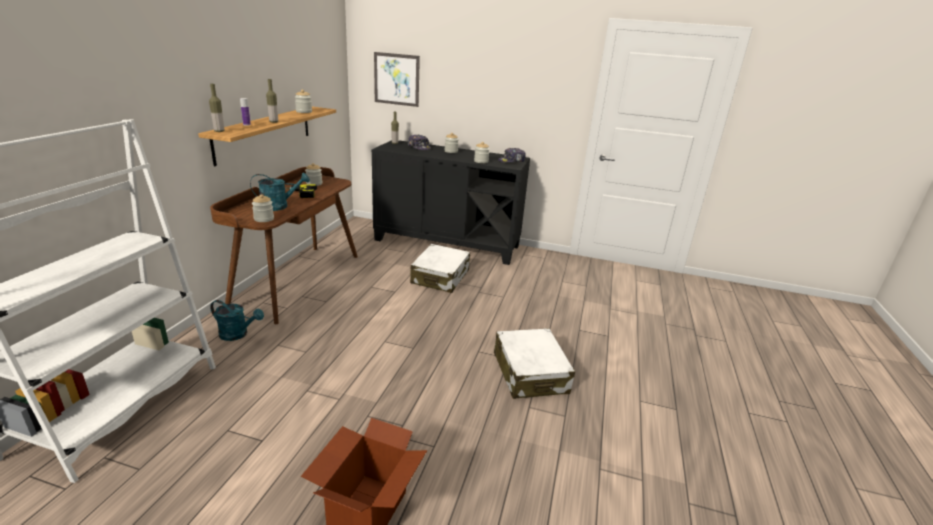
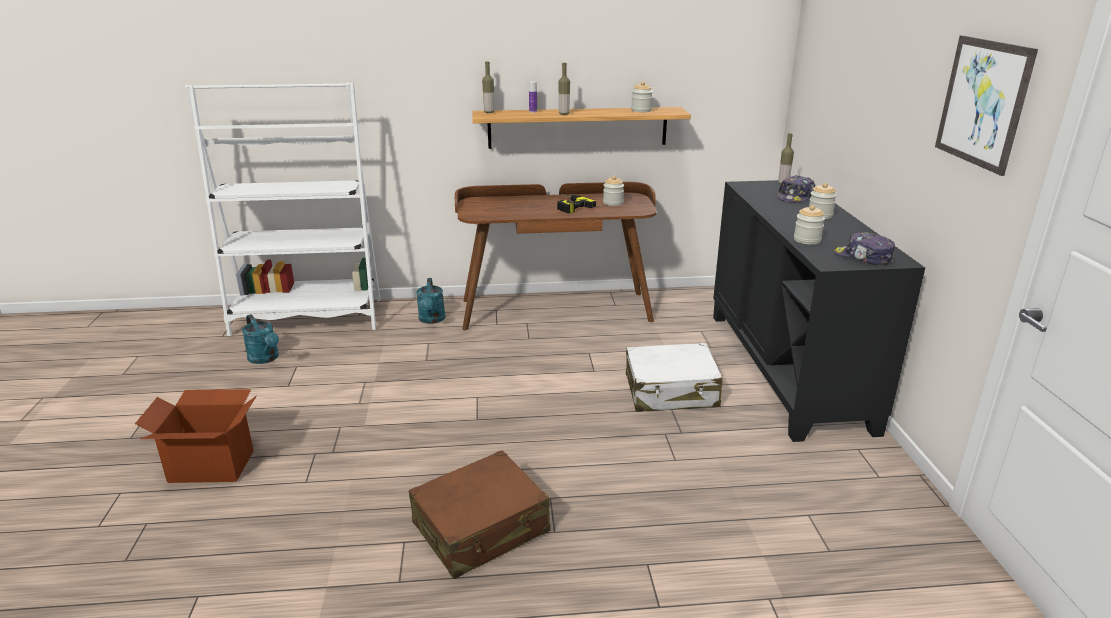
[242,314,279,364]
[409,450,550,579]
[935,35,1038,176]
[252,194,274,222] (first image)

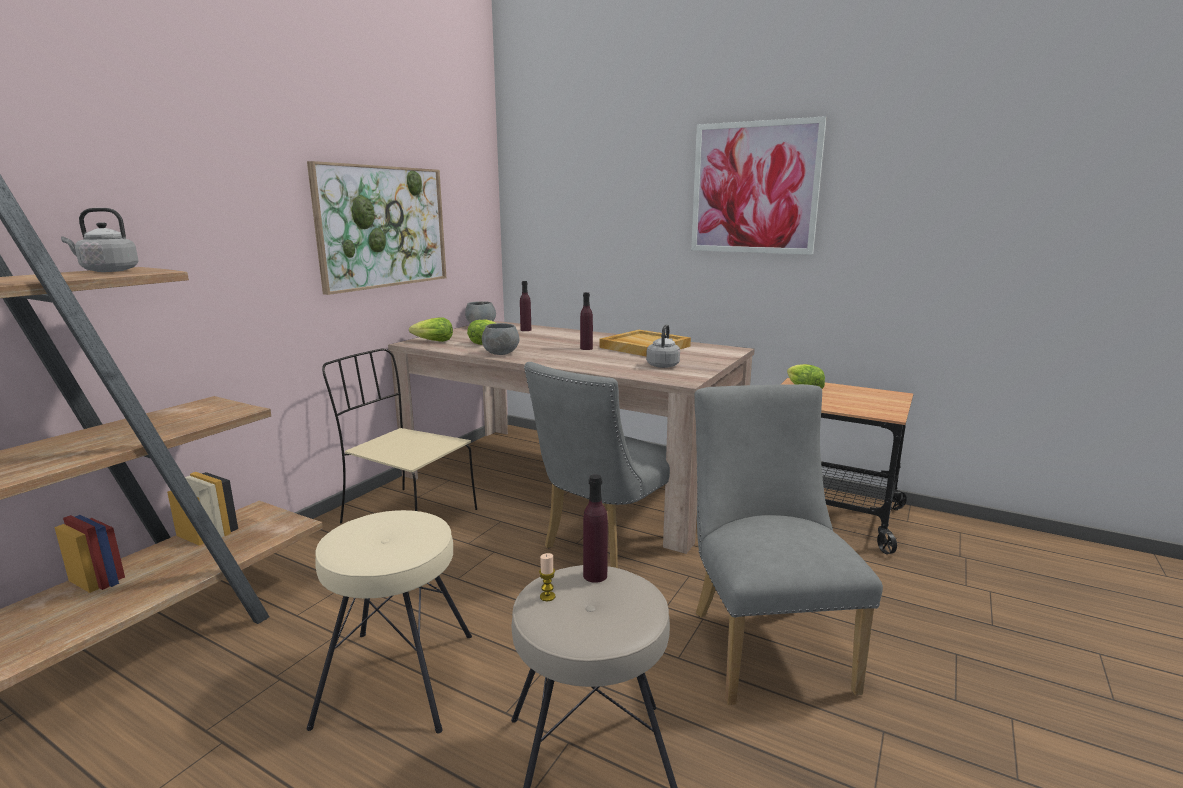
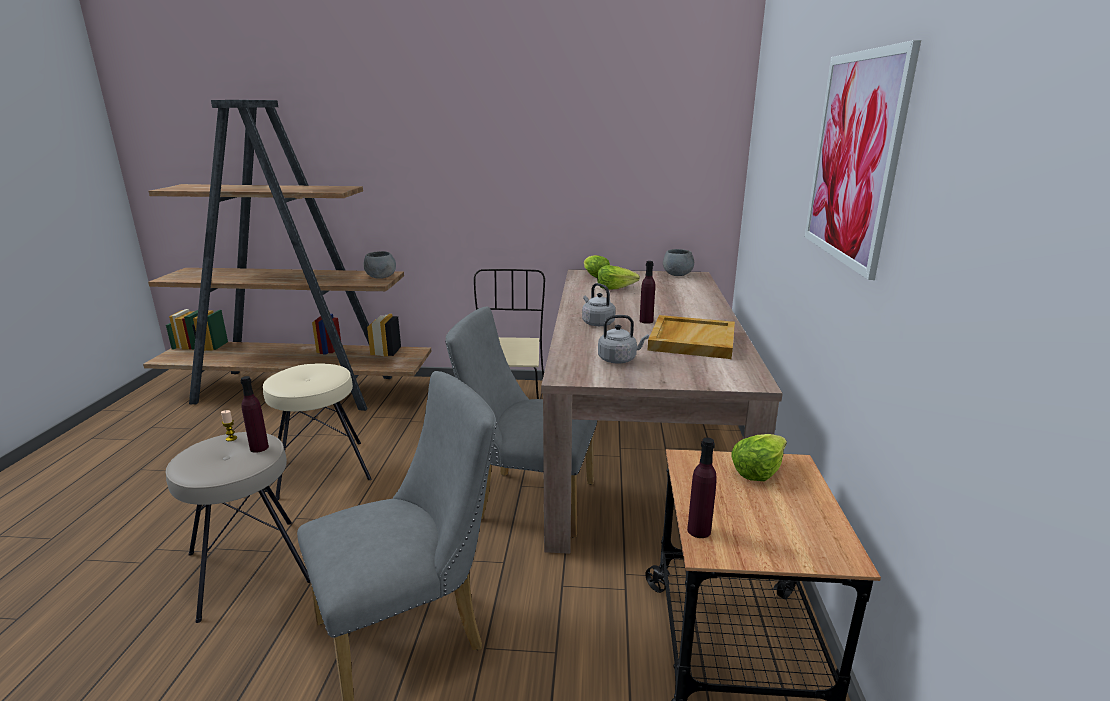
[363,251,396,279]
[582,283,616,326]
[687,437,717,538]
[307,161,446,295] (first image)

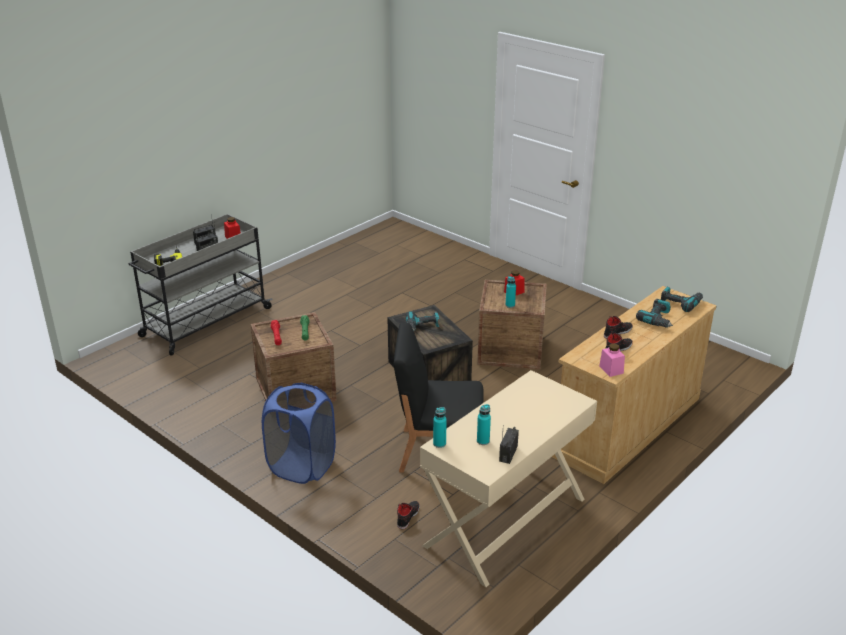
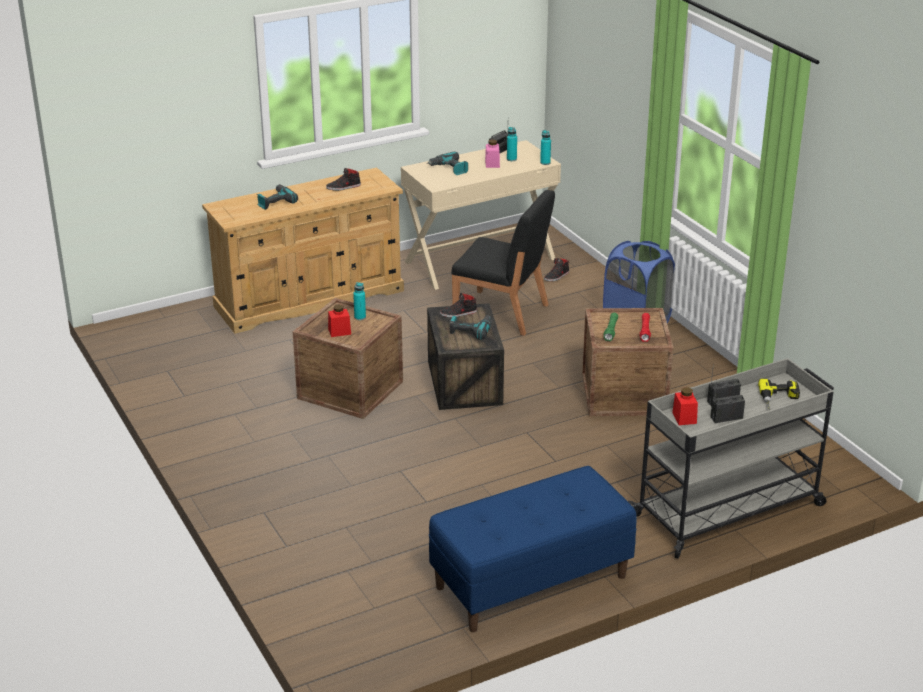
[427,151,468,175]
[429,466,637,632]
[440,293,477,318]
[485,139,500,168]

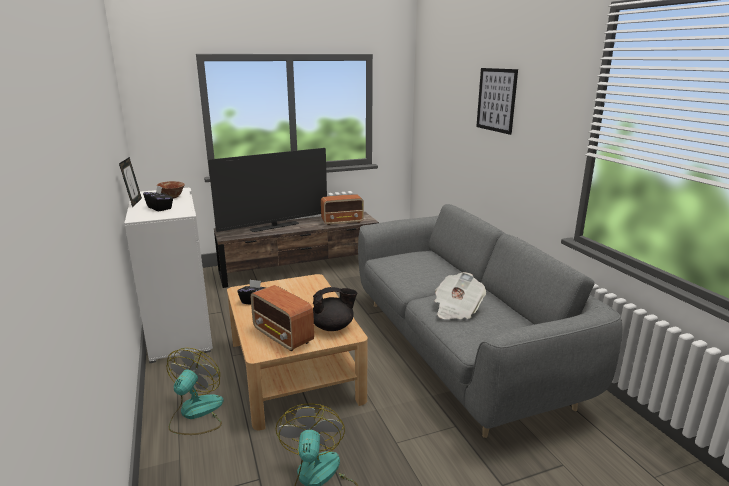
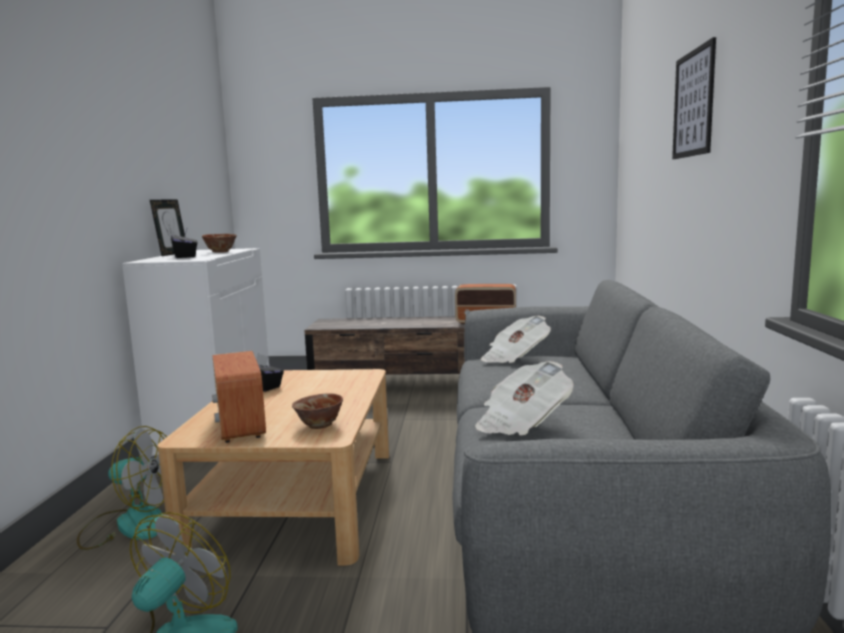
[77,426,167,550]
[292,393,343,429]
[481,316,551,363]
[208,148,327,232] (first image)

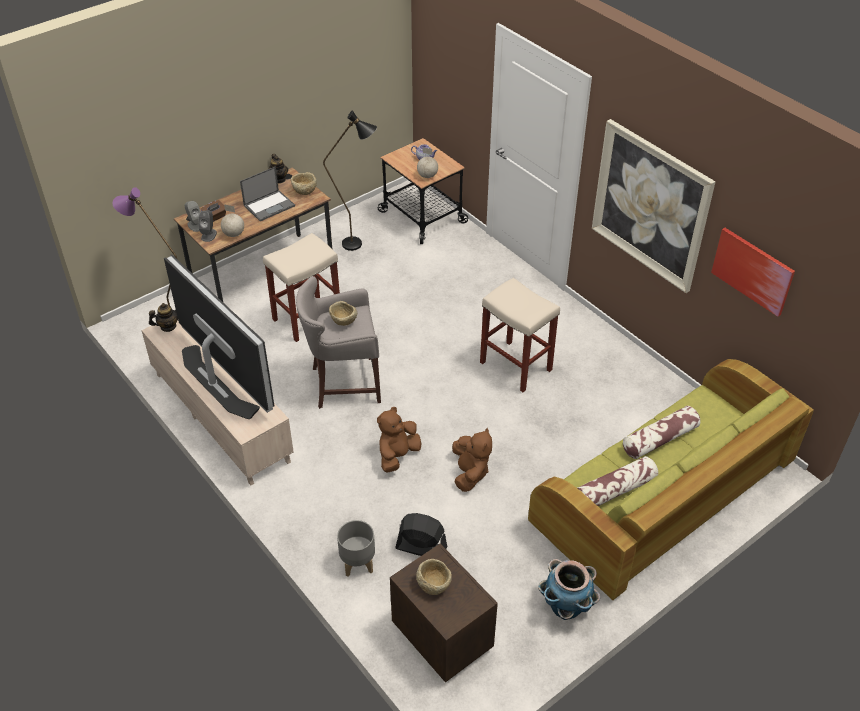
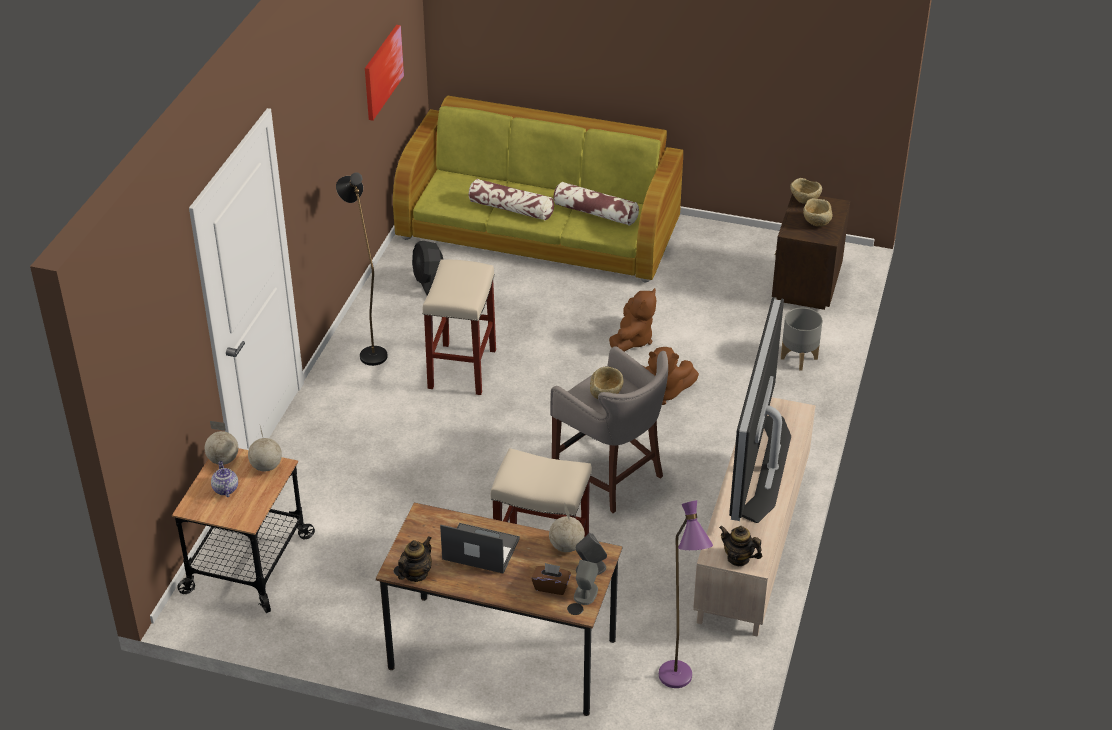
[205,421,238,465]
[336,172,388,366]
[412,241,443,295]
[609,288,656,352]
[790,178,822,204]
[538,559,600,620] (first image)
[592,119,716,293] (first image)

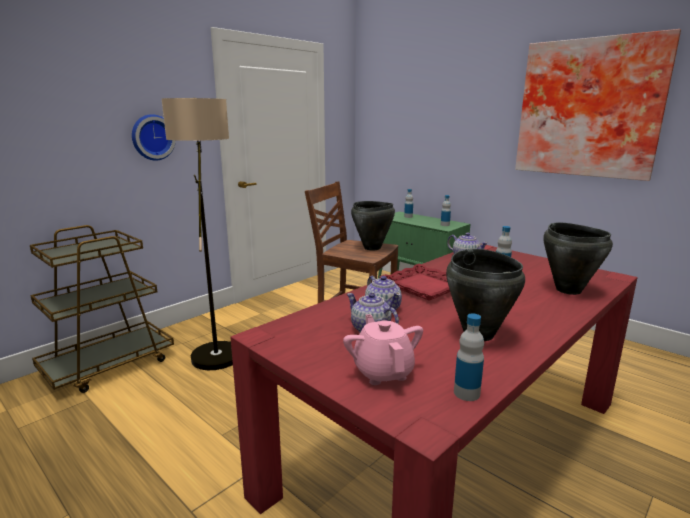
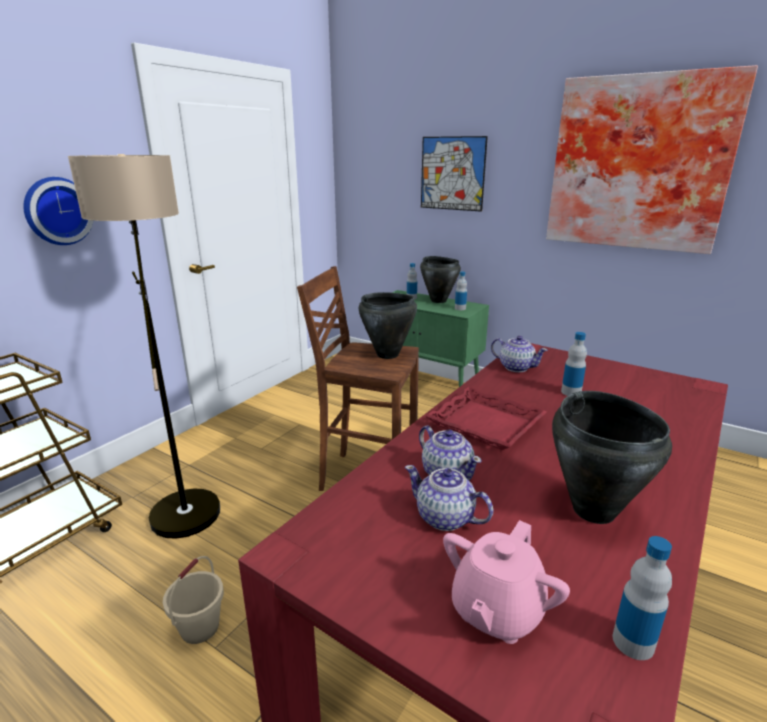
[163,556,224,644]
[420,256,461,303]
[421,136,488,212]
[443,520,570,644]

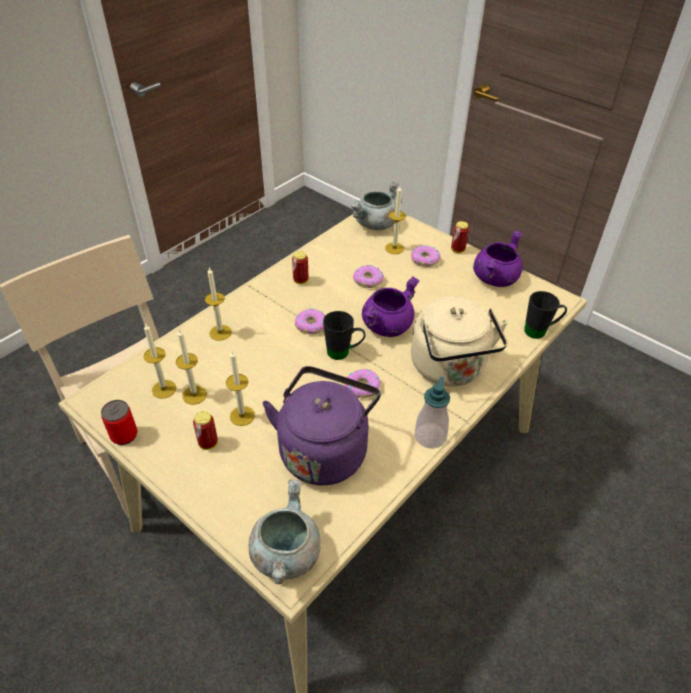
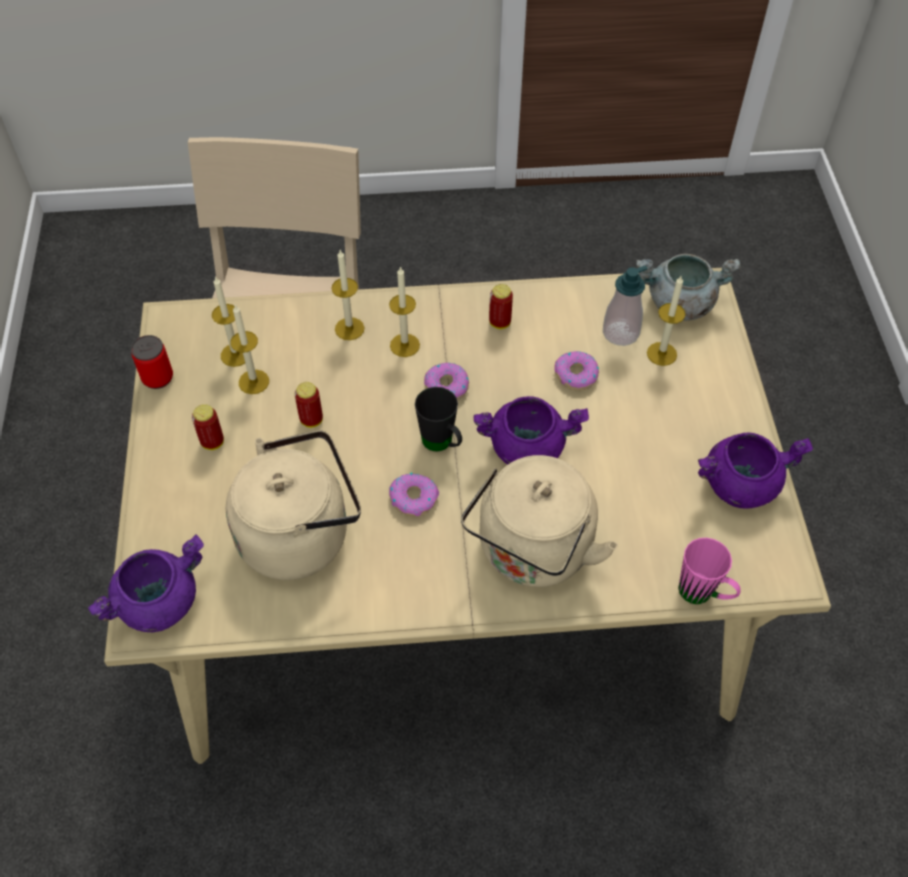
[88,534,204,632]
[225,430,361,580]
[295,382,323,428]
[389,266,420,357]
[603,266,647,346]
[678,538,741,604]
[411,245,440,267] (first image)

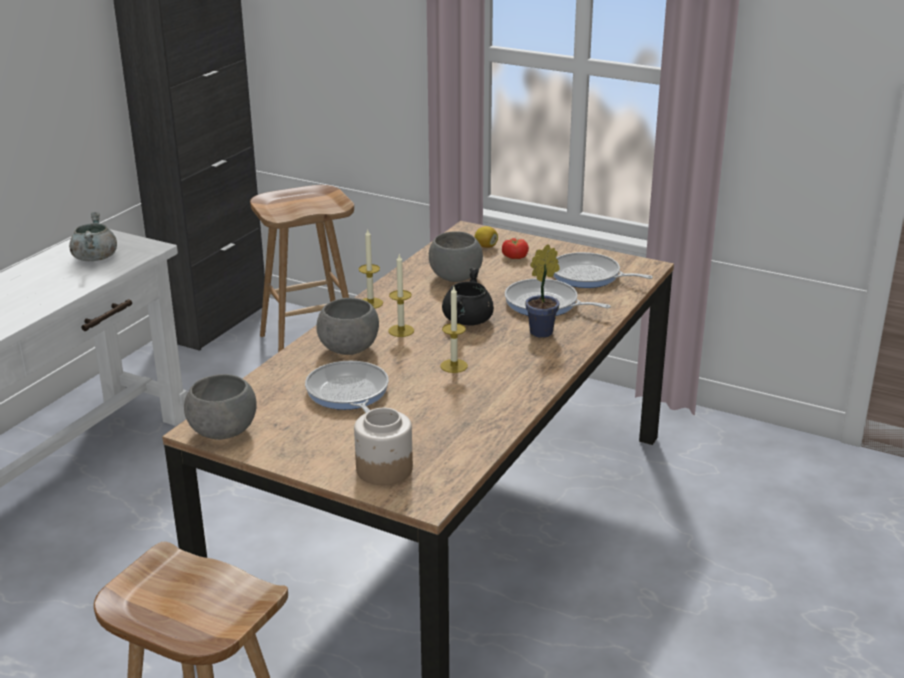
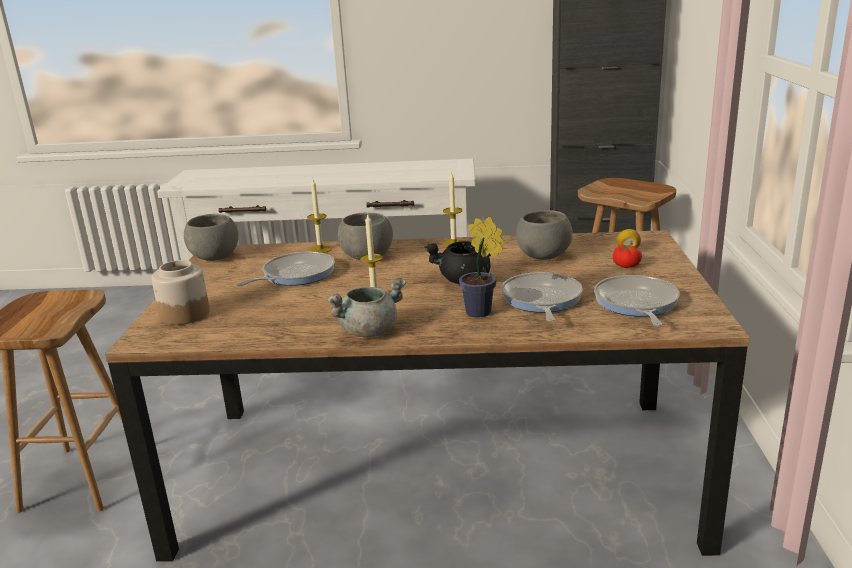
[307,179,332,253]
[327,277,407,337]

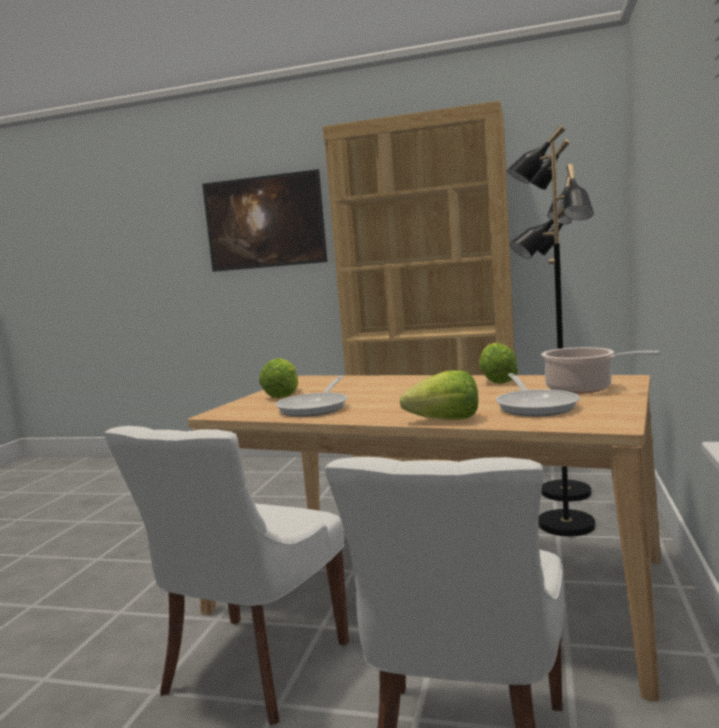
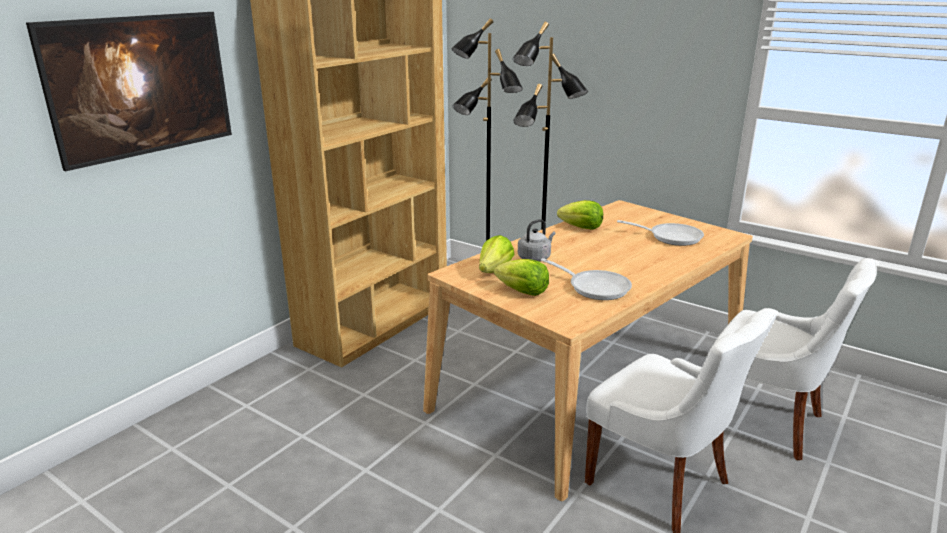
[479,235,514,273]
[518,219,555,262]
[541,347,660,394] (first image)

